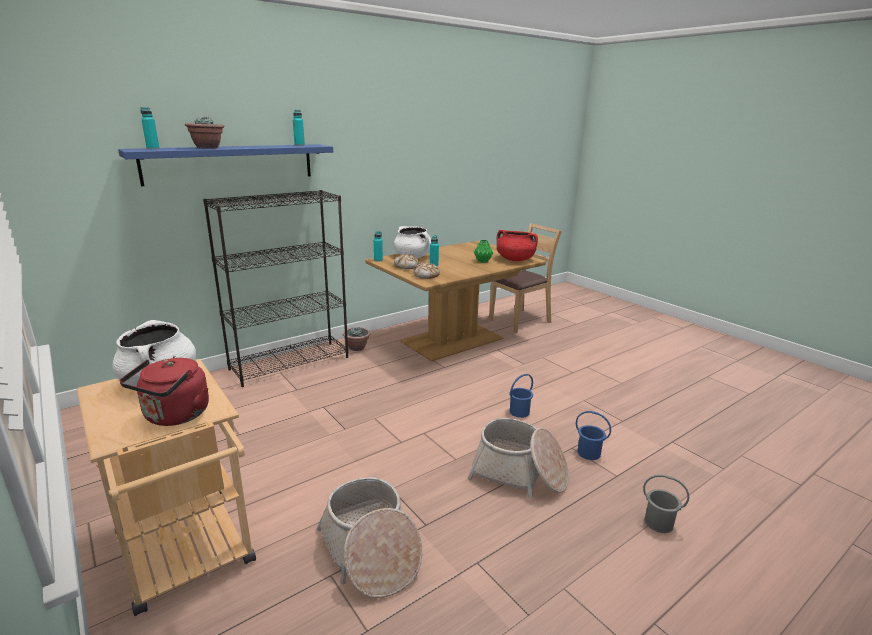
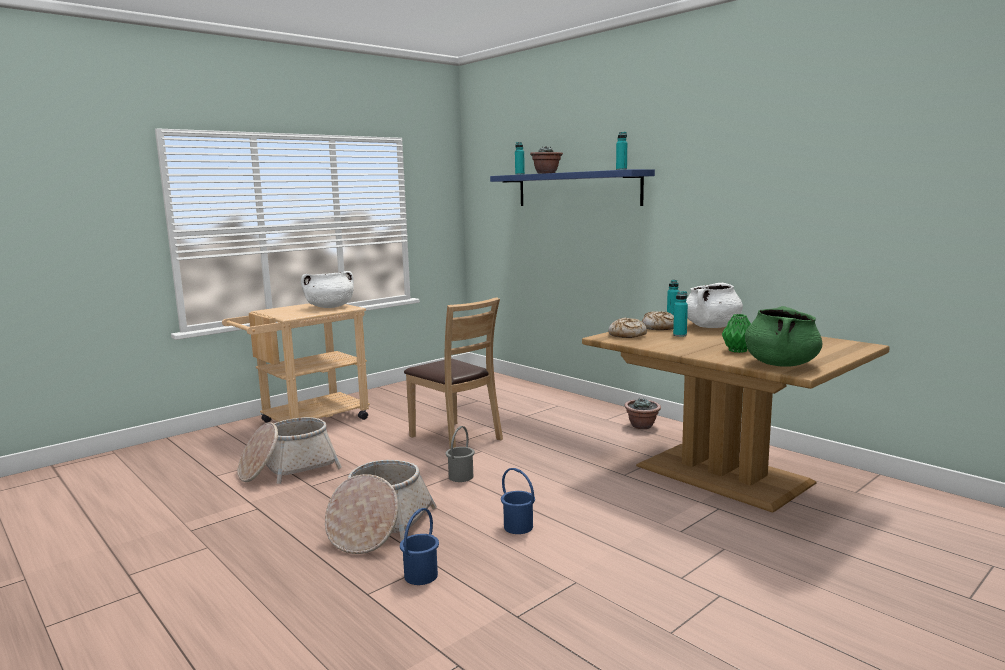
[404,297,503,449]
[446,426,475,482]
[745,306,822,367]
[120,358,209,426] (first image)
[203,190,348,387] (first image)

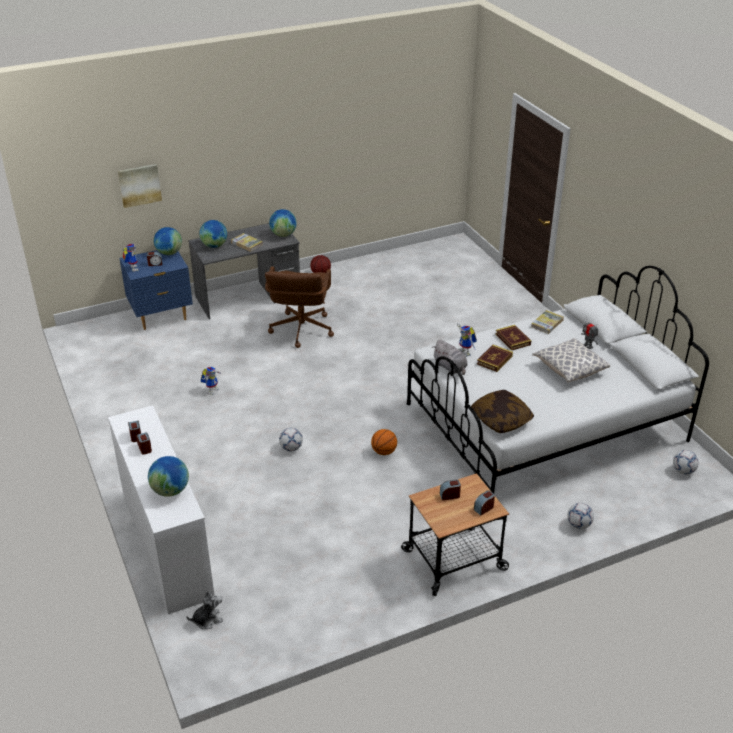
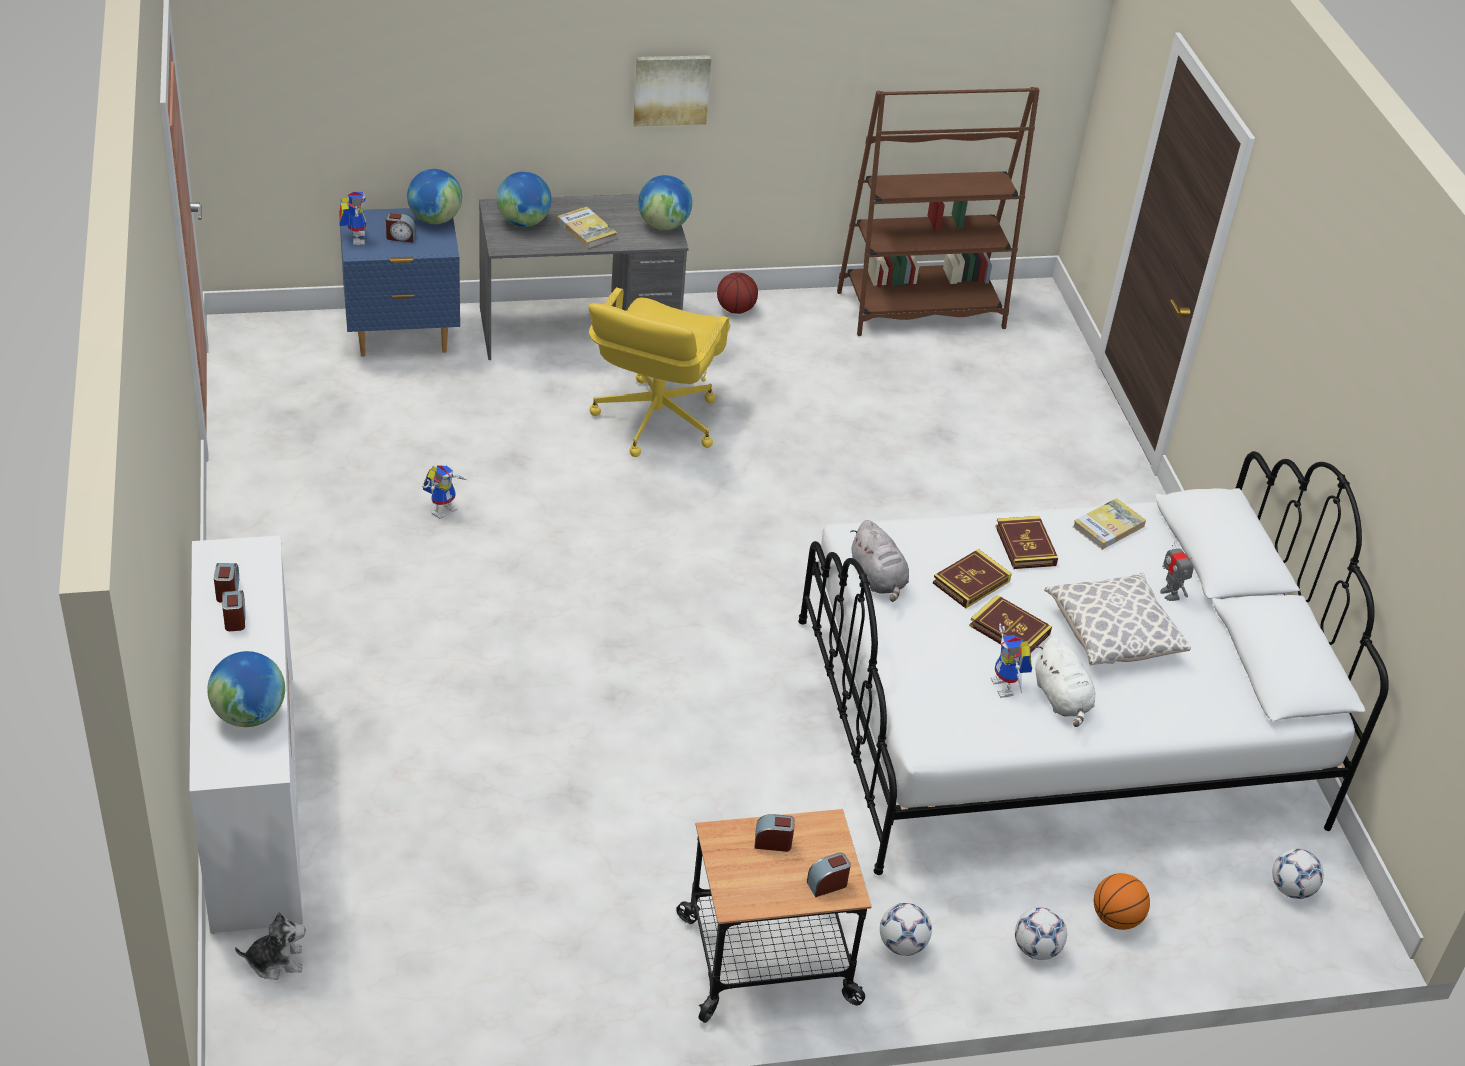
[588,288,730,457]
[633,55,711,126]
[837,87,1040,336]
[880,903,932,956]
[969,595,1052,652]
[991,624,1032,698]
[1035,637,1095,727]
[1094,873,1150,930]
[471,390,534,433] (first image)

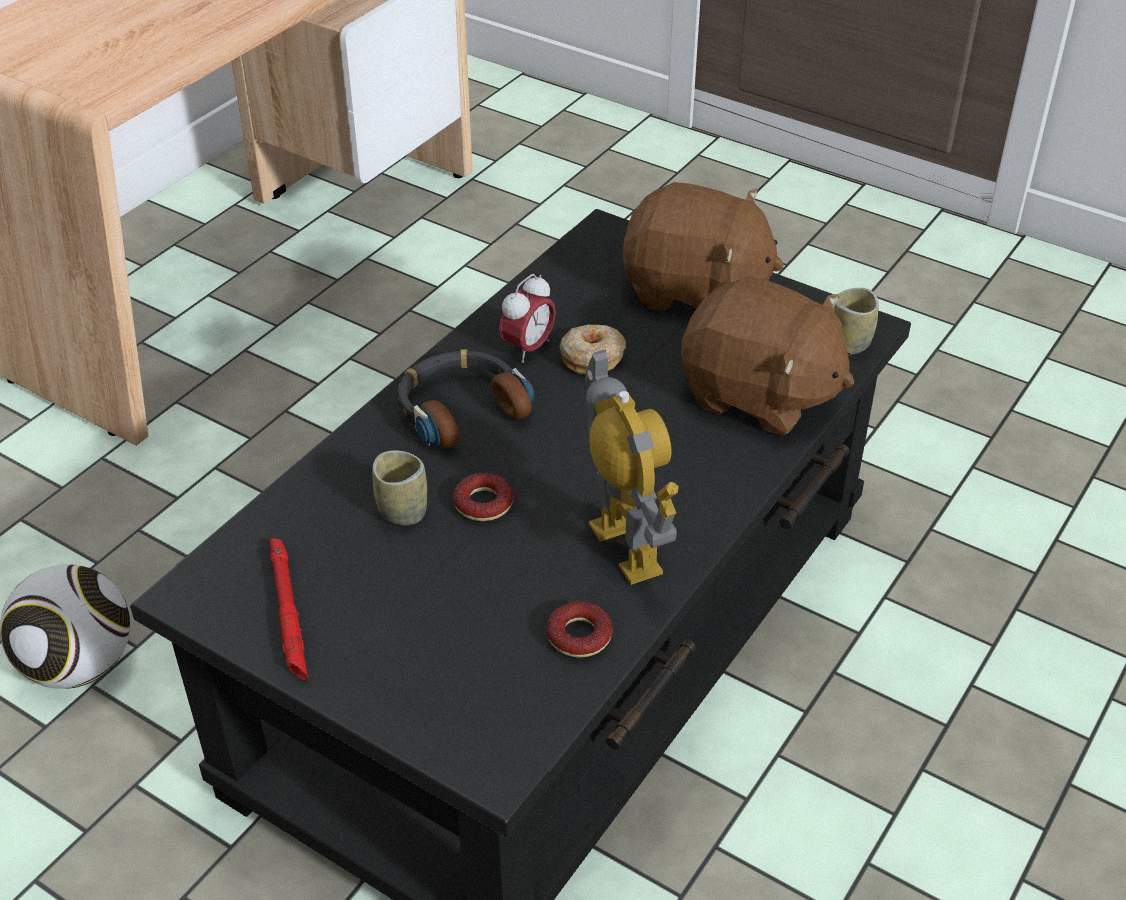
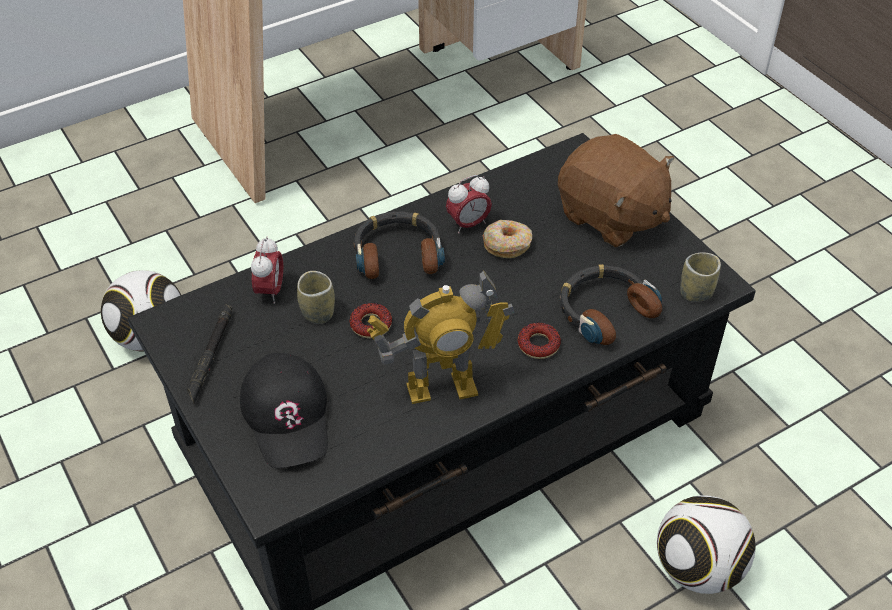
[187,304,232,404]
[240,353,328,468]
[251,236,283,304]
[367,270,515,404]
[518,322,561,359]
[560,264,662,345]
[657,495,756,594]

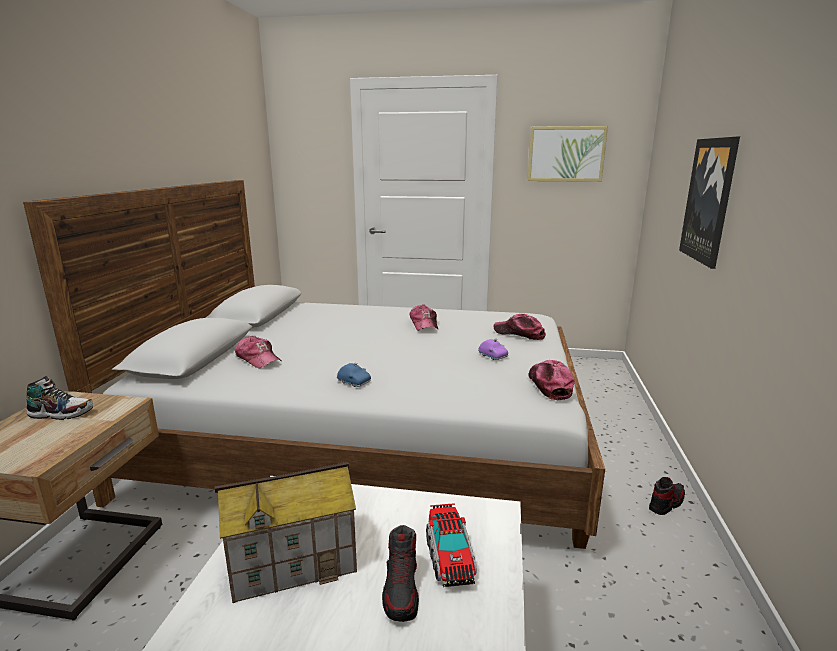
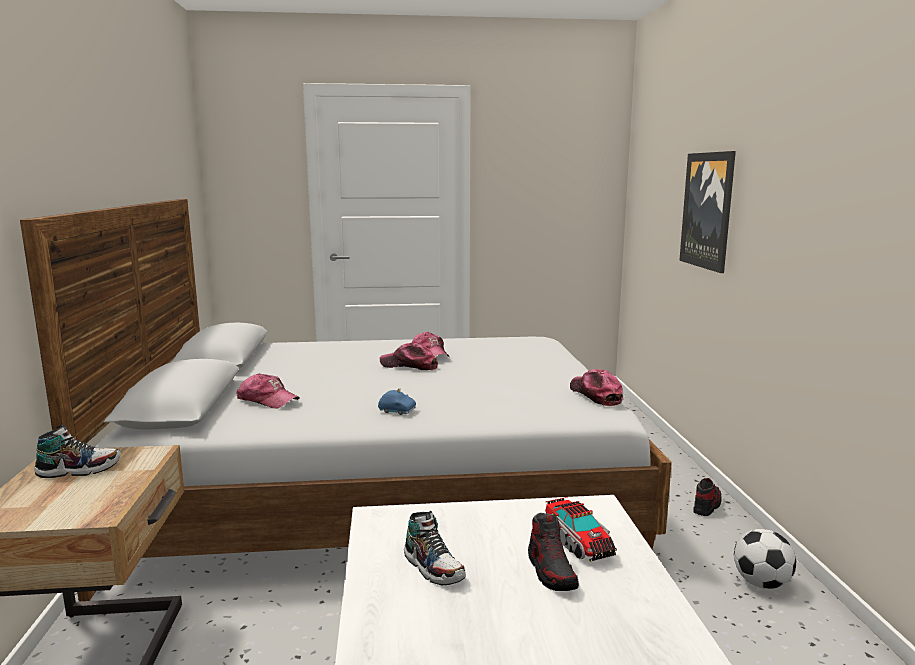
[380,343,438,370]
[404,511,466,586]
[734,529,796,589]
[478,339,508,360] (first image)
[527,126,608,182] (first image)

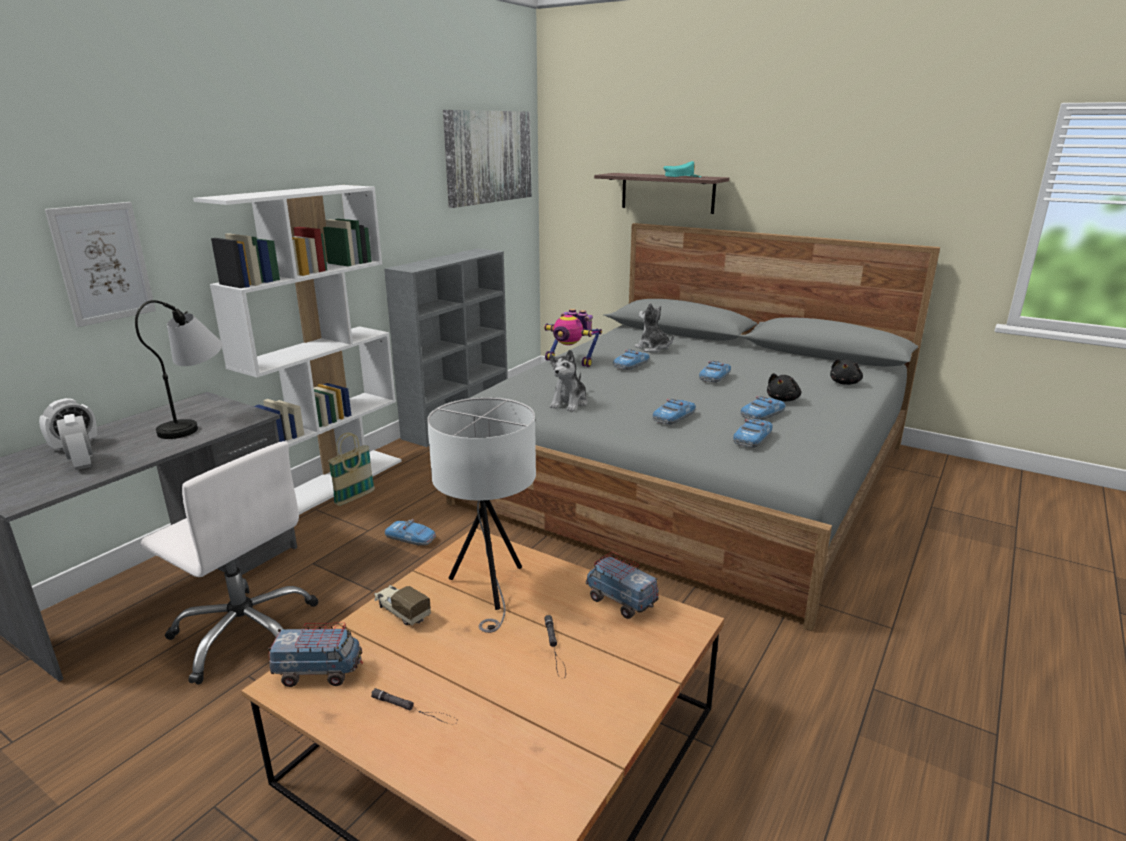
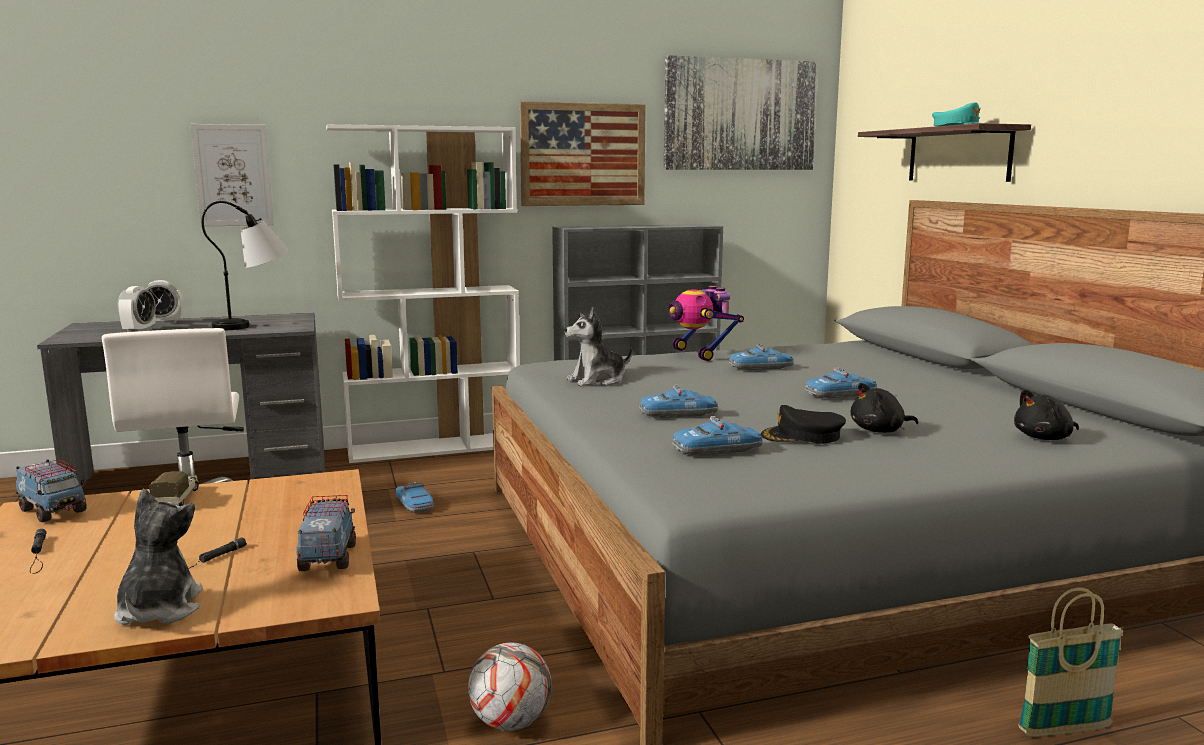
[114,489,203,625]
[468,643,552,731]
[519,101,646,206]
[761,405,846,444]
[1018,588,1123,737]
[427,397,536,633] (first image)

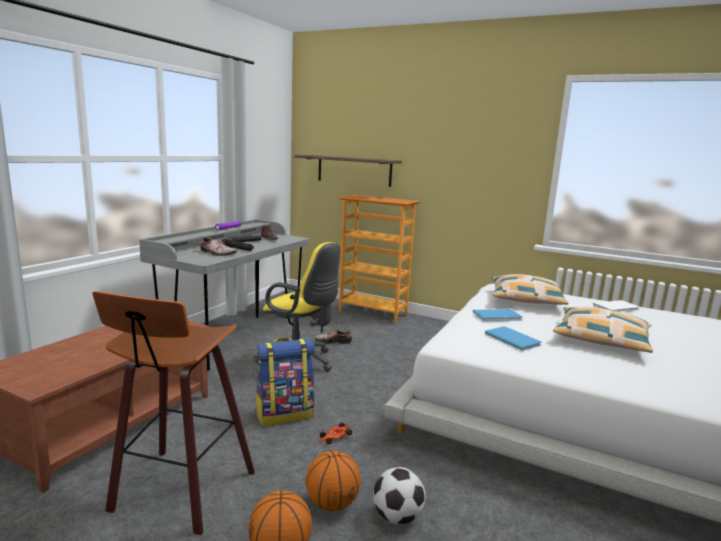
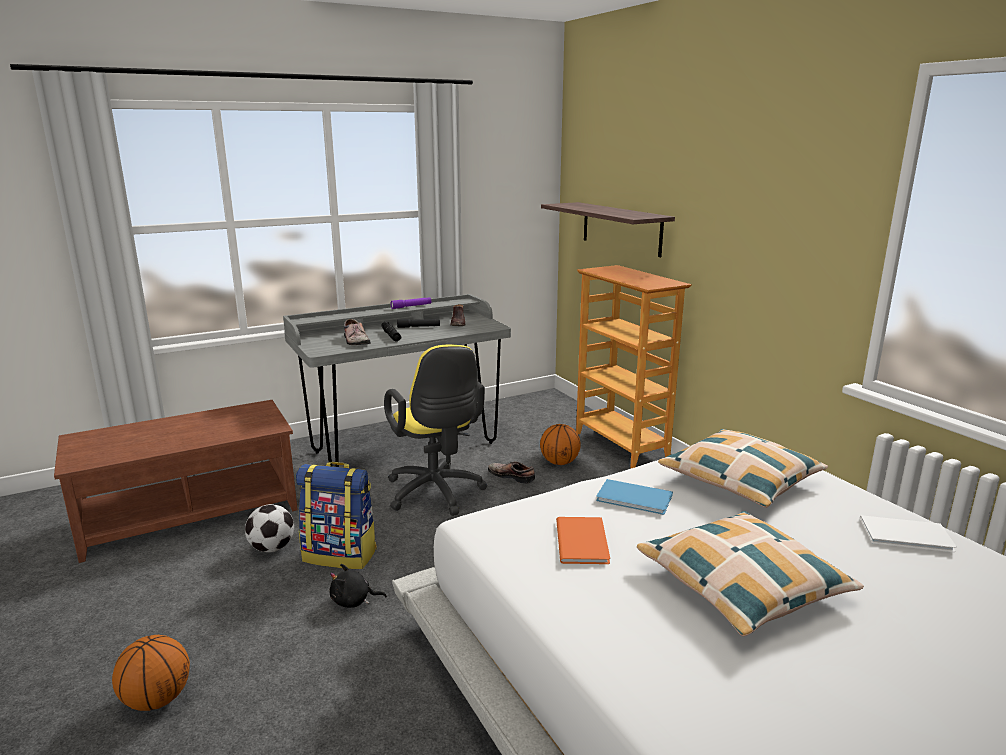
[245,504,294,552]
[329,564,387,608]
[540,424,581,465]
[556,517,610,564]
[92,291,255,535] (first image)

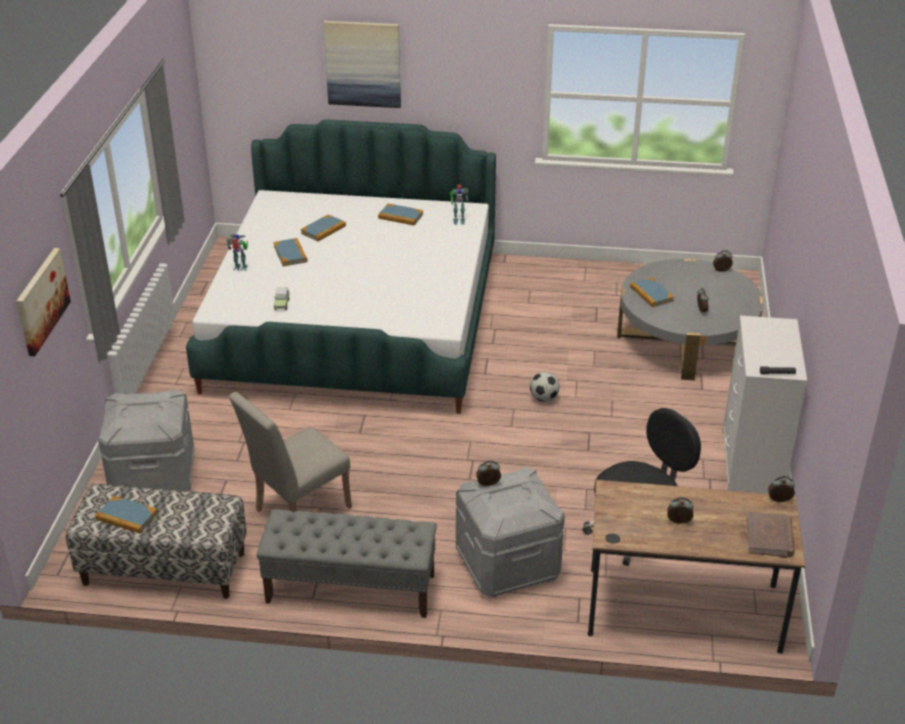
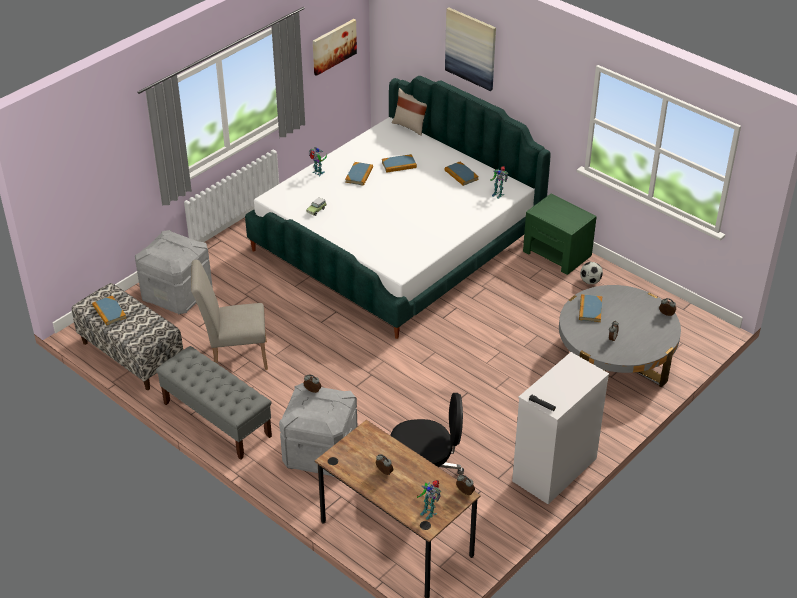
[313,19,357,76]
[392,88,427,136]
[417,480,441,520]
[523,194,597,275]
[580,262,603,284]

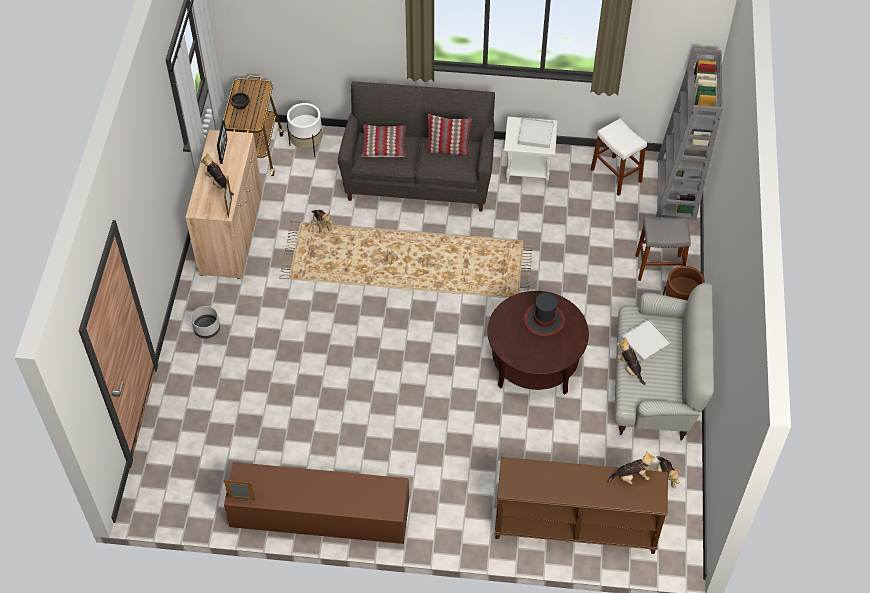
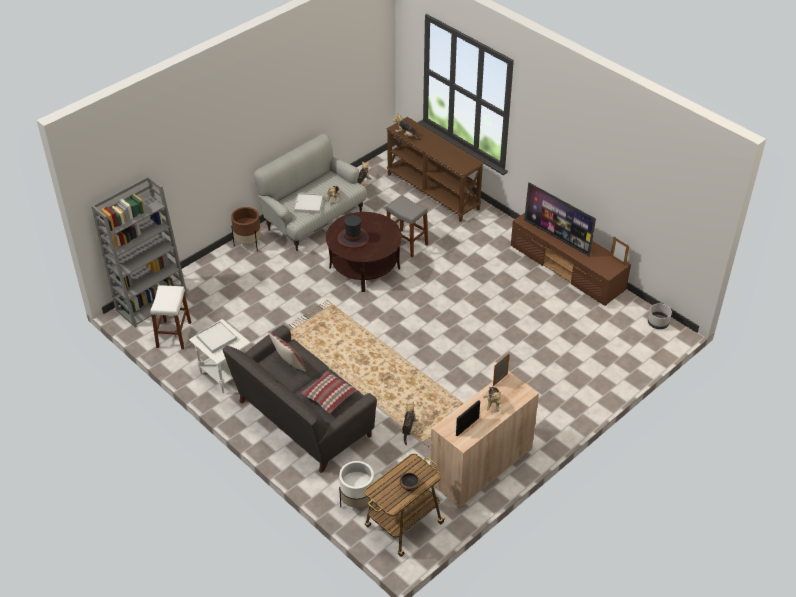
[386,195,428,257]
[524,182,596,257]
[648,303,672,329]

